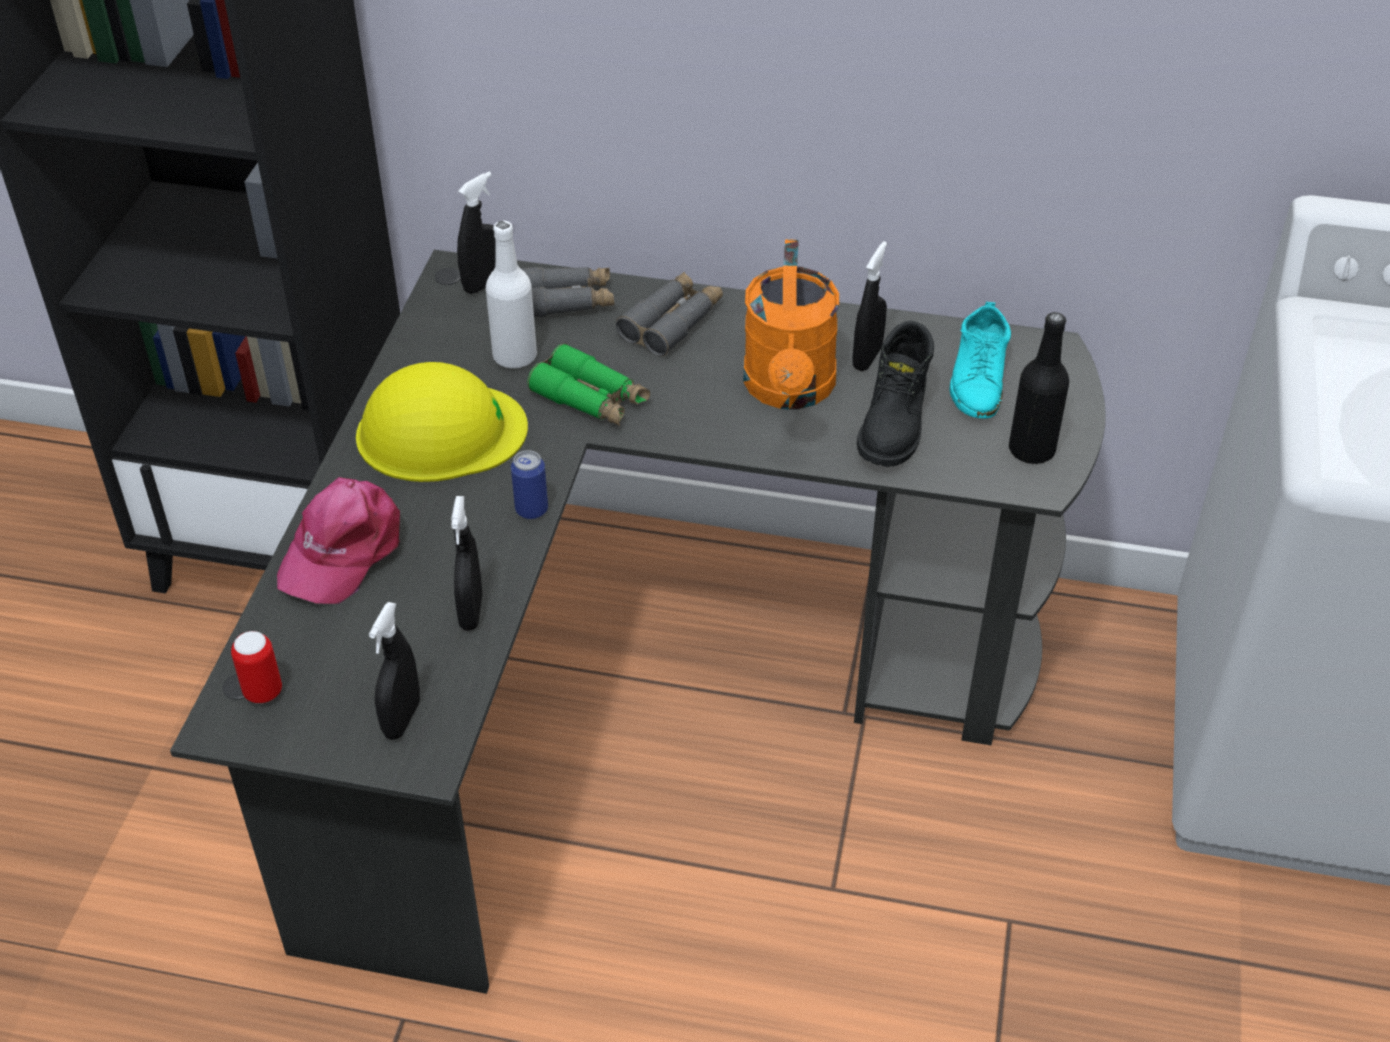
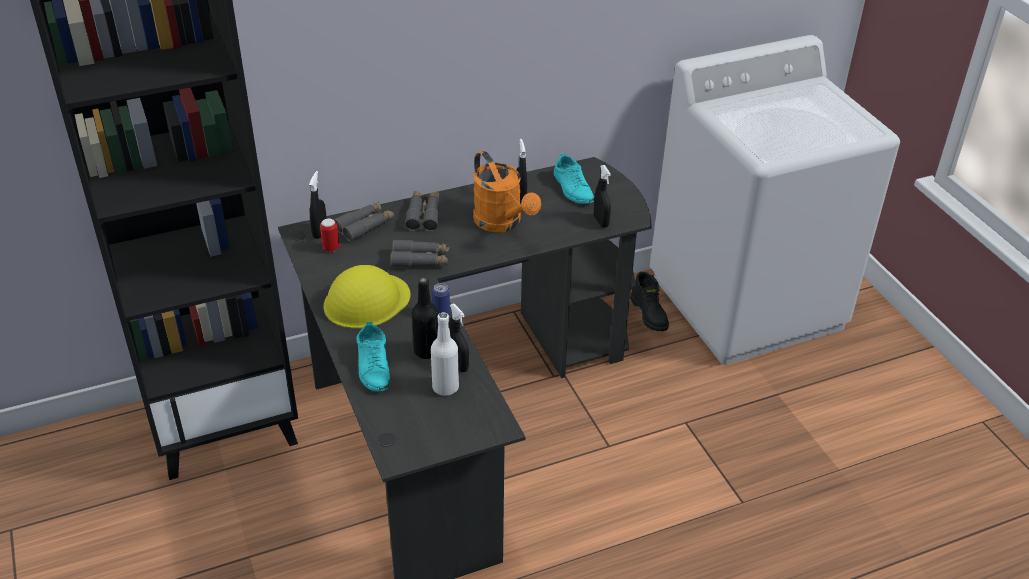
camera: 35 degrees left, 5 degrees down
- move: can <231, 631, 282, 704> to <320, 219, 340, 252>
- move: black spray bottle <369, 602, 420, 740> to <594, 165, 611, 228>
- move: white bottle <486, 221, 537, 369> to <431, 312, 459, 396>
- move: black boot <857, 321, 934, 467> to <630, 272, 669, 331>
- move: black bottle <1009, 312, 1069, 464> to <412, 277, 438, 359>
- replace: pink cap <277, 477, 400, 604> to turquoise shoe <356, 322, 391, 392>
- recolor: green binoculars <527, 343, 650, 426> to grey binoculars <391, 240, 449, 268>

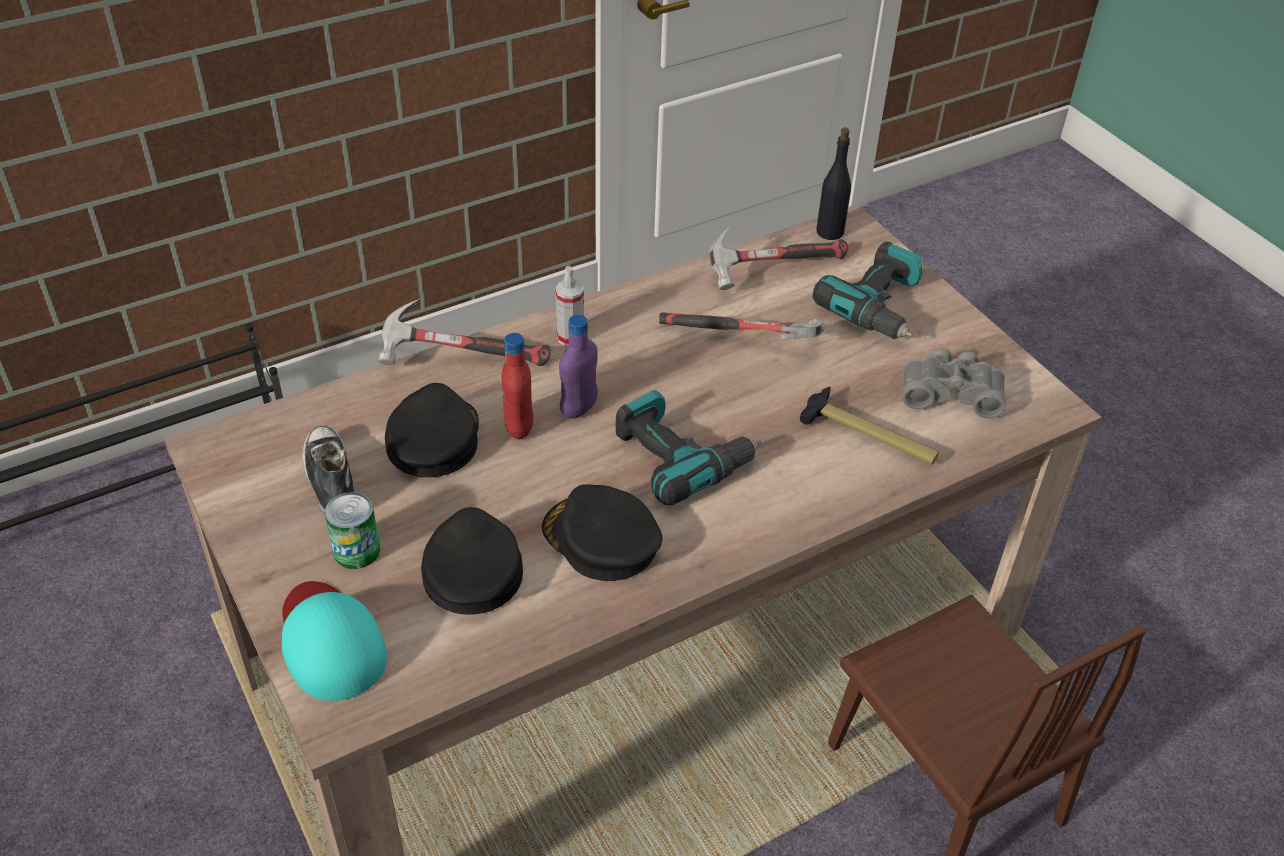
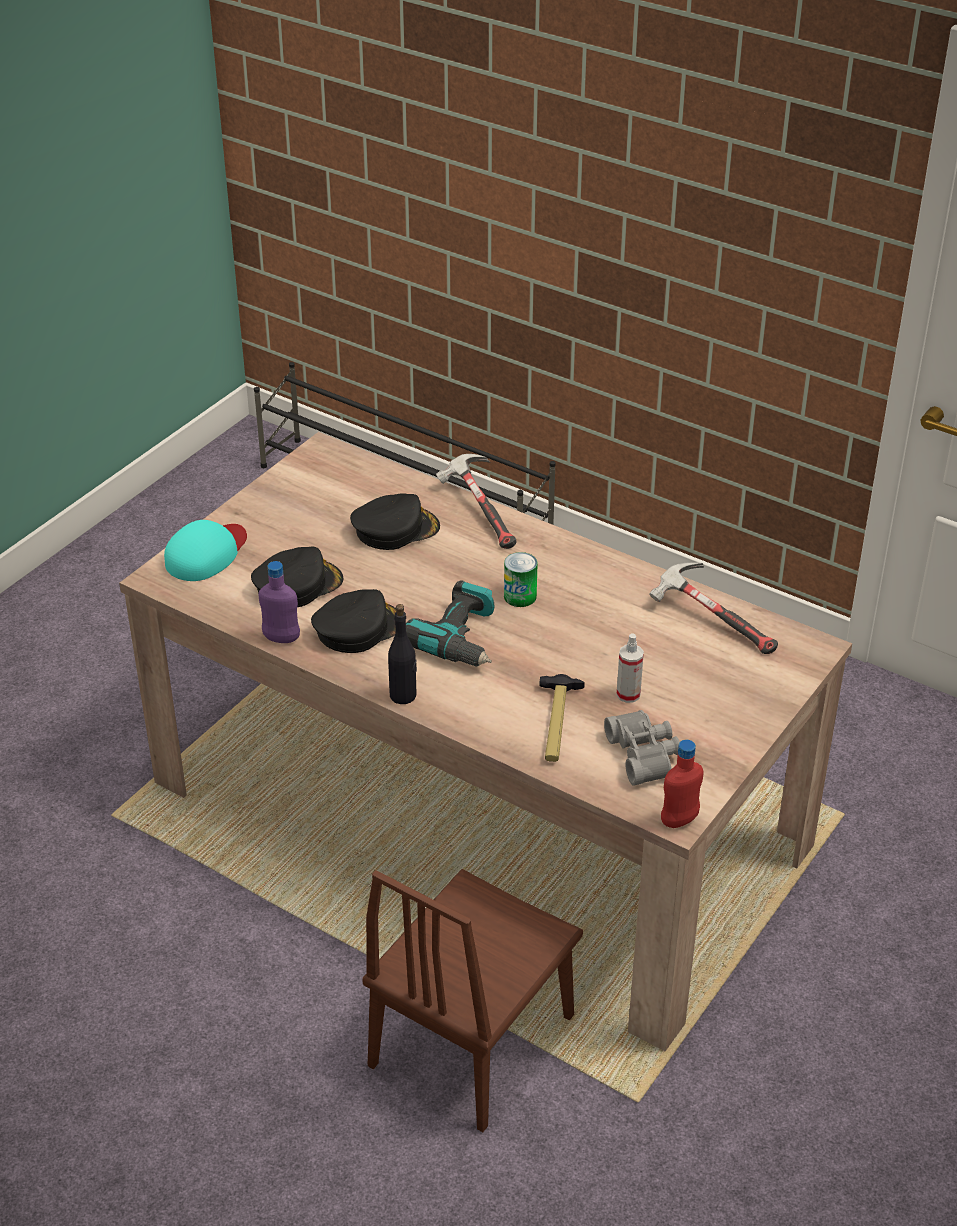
camera: 65 degrees right, 5 degrees down
- delete: shoe <302, 425, 354, 515>
- delete: hammer <659, 313, 825, 340>
- delete: power drill <813, 241, 922, 339>
- move: can <325, 492, 380, 569> to <504, 552, 538, 607>
- move: red bottle <502, 333, 533, 439> to <661, 740, 703, 828>
- move: spray bottle <556, 266, 584, 346> to <616, 634, 644, 703>
- move: purple bottle <559, 315, 598, 418> to <259, 561, 300, 643>
- move: black bottle <816, 127, 851, 240> to <388, 604, 417, 704>
- rotate: black cap <542, 484, 663, 581> = <311, 589, 396, 653> 45 degrees clockwise

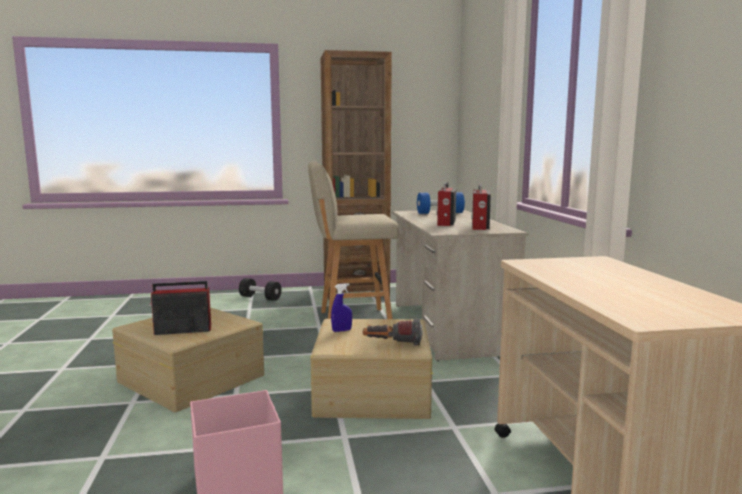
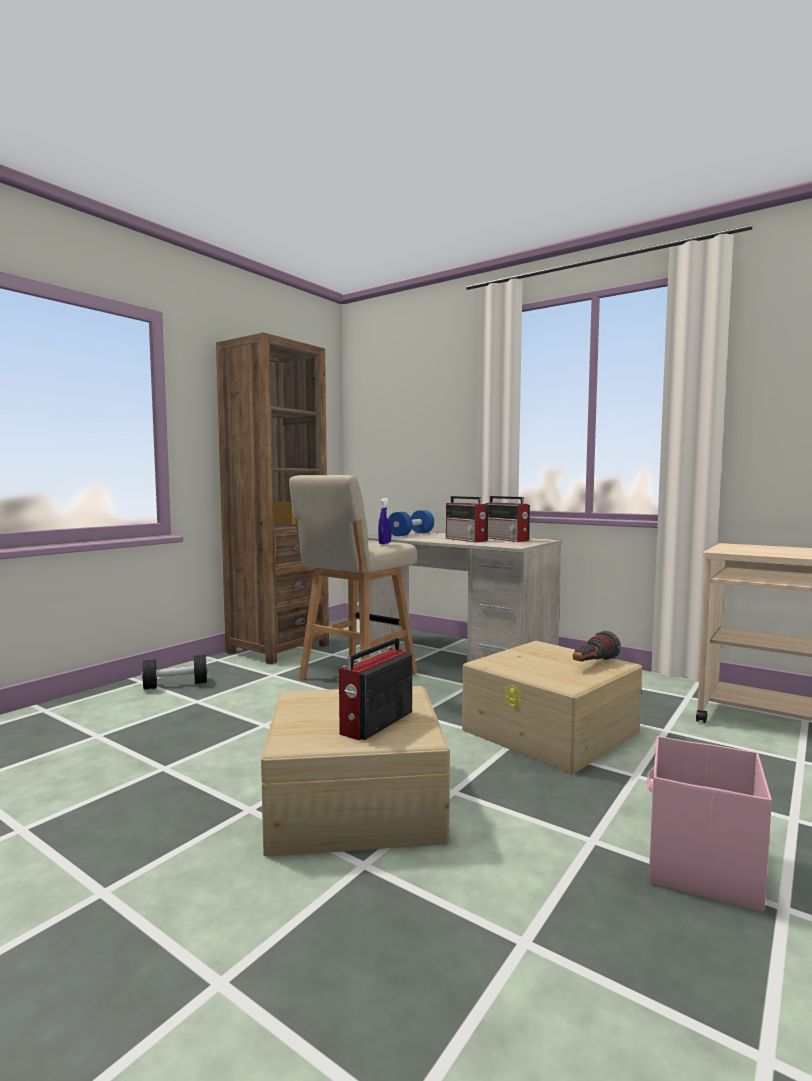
camera: 45 degrees left, 5 degrees down
- move: blue spray bottle <331, 283, 352, 332> to <378, 498, 392, 544>

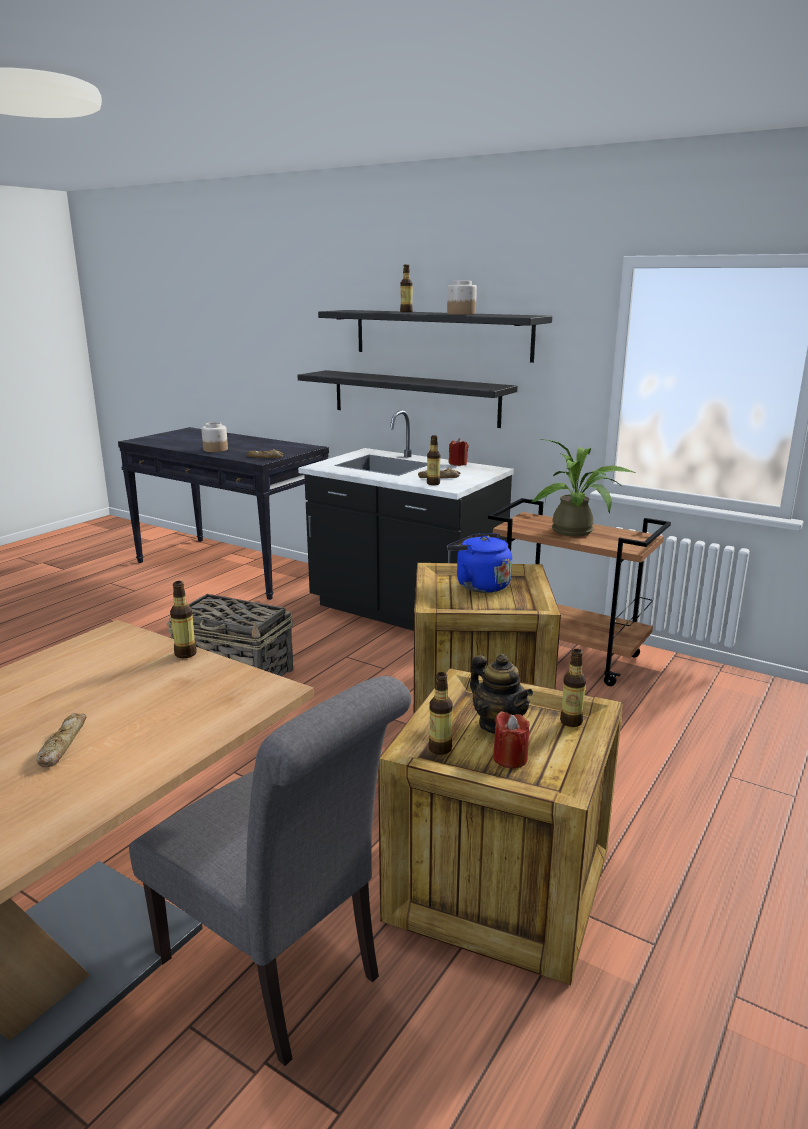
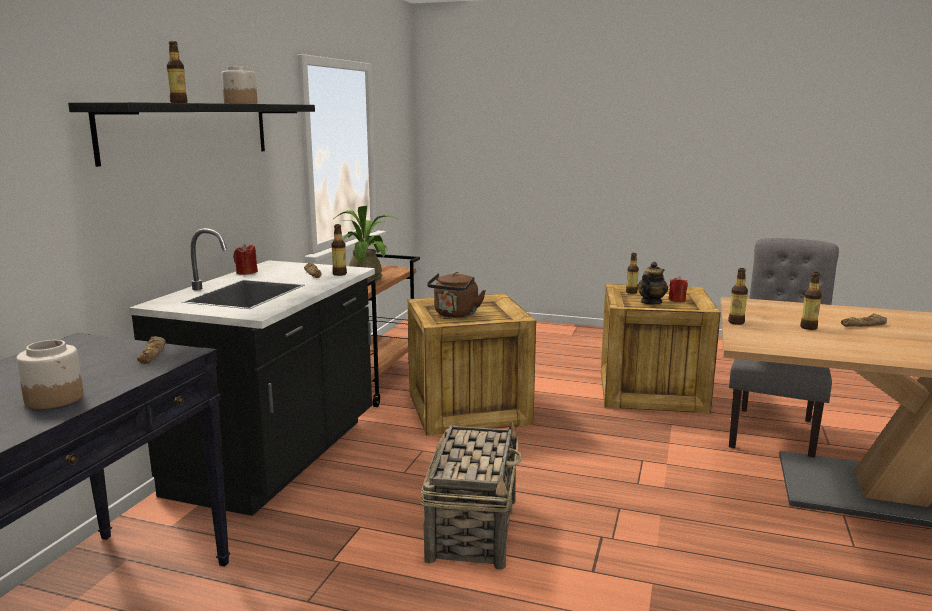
camera: 105 degrees left, 5 degrees down
- delete: black shelf <297, 370, 517, 428>
- move: bottle <429, 672, 453, 755> to <800, 272, 822, 330>
- recolor: blue kettle <447, 533, 512, 593> to brown kettle <427, 272, 486, 318>

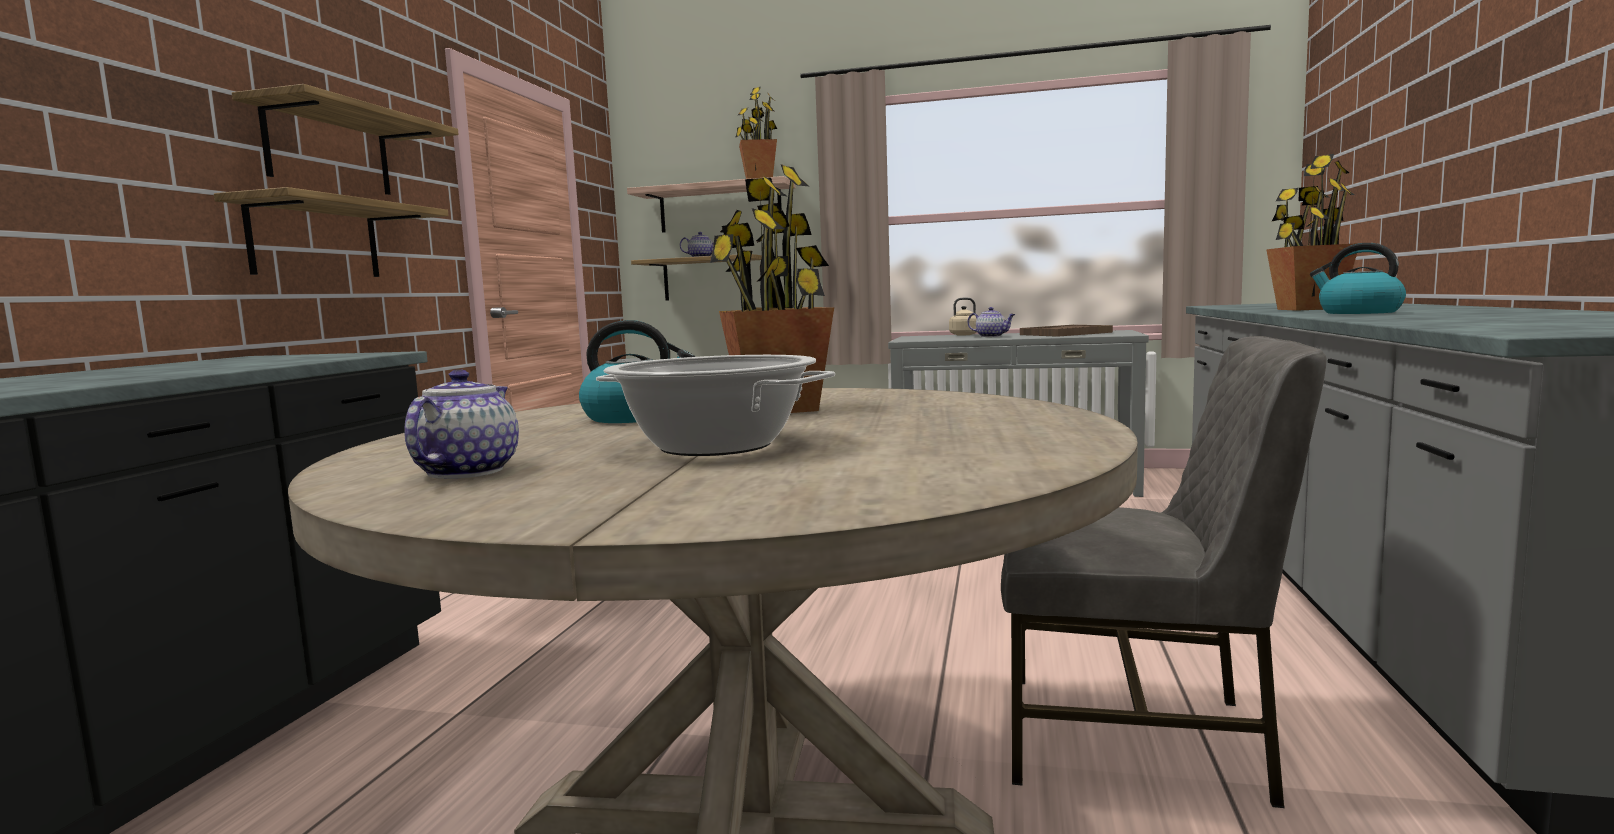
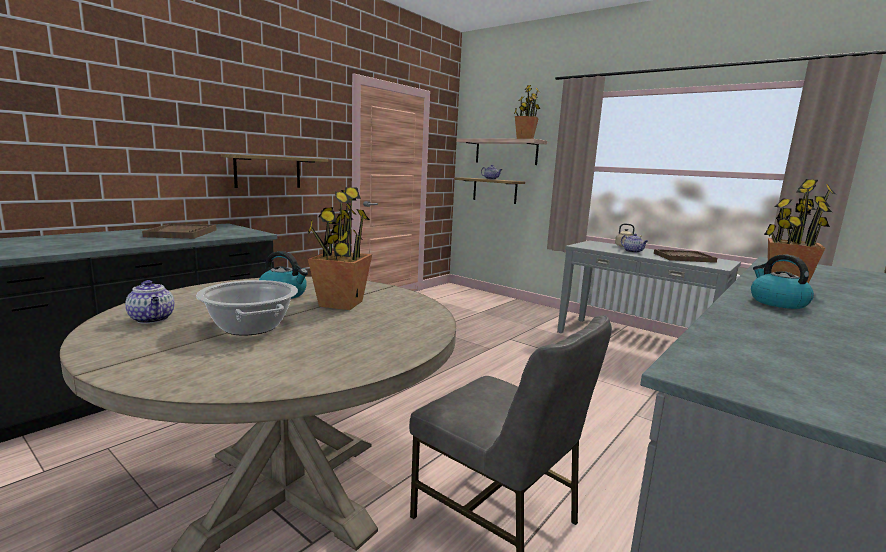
camera: 25 degrees right, 5 degrees up
- delete: shelf <232, 84, 459, 195>
- insert: brown tray <142, 223, 216, 239>
- rotate: teapot <404, 369, 519, 479> = <125, 280, 175, 324> 105 degrees clockwise

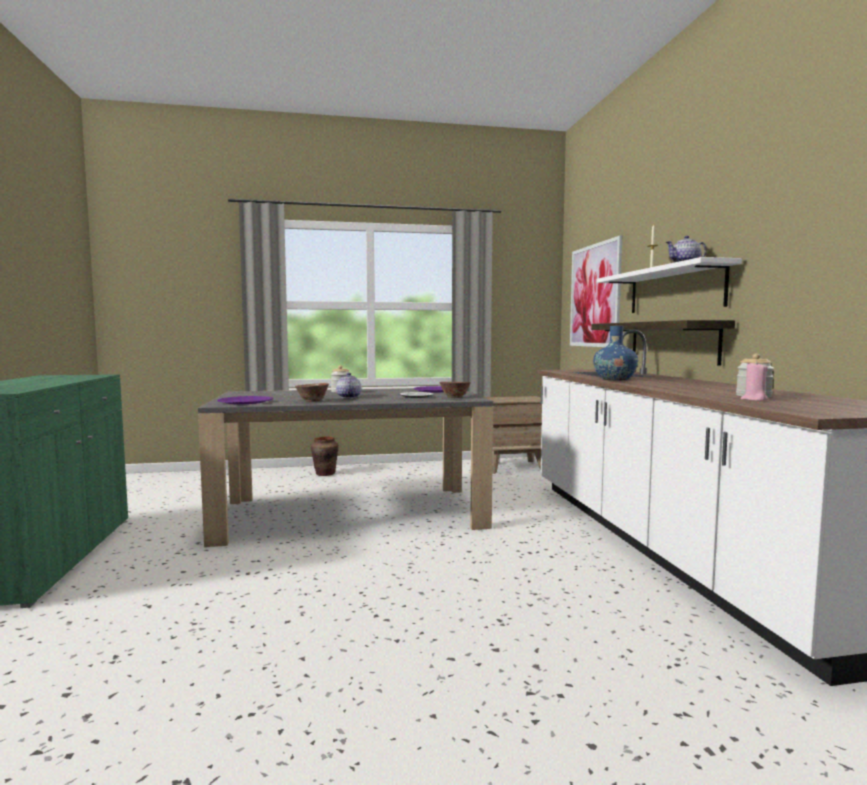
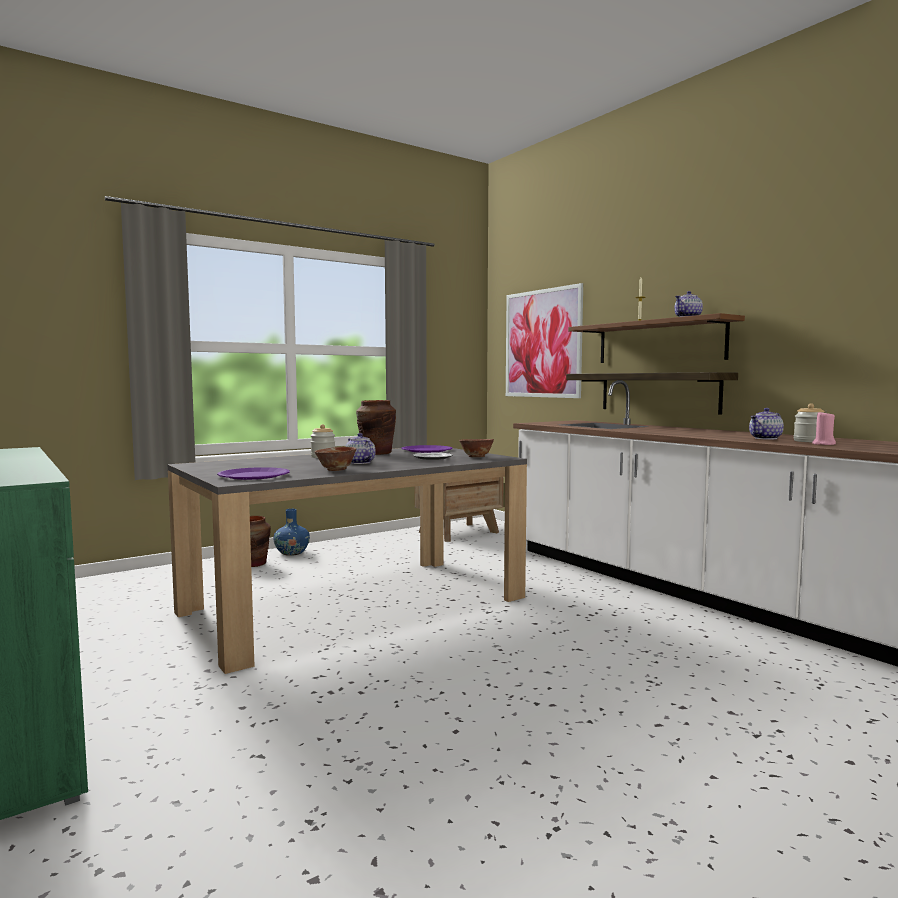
camera: 25 degrees left, 0 degrees up
- insert: brown vase <356, 400, 396, 455>
- insert: teapot <749, 408, 784, 440>
- move: blue vase <593, 326, 638, 381> to <274, 509, 310, 556>
- recolor: white shelf <596, 257, 742, 313> to brown shelf <568, 313, 745, 363>

